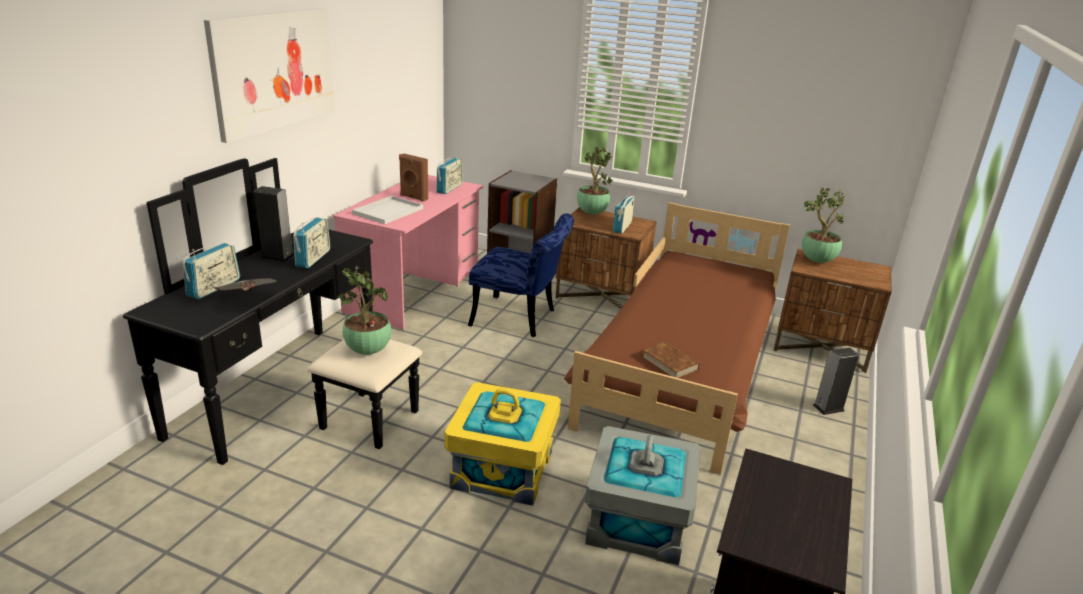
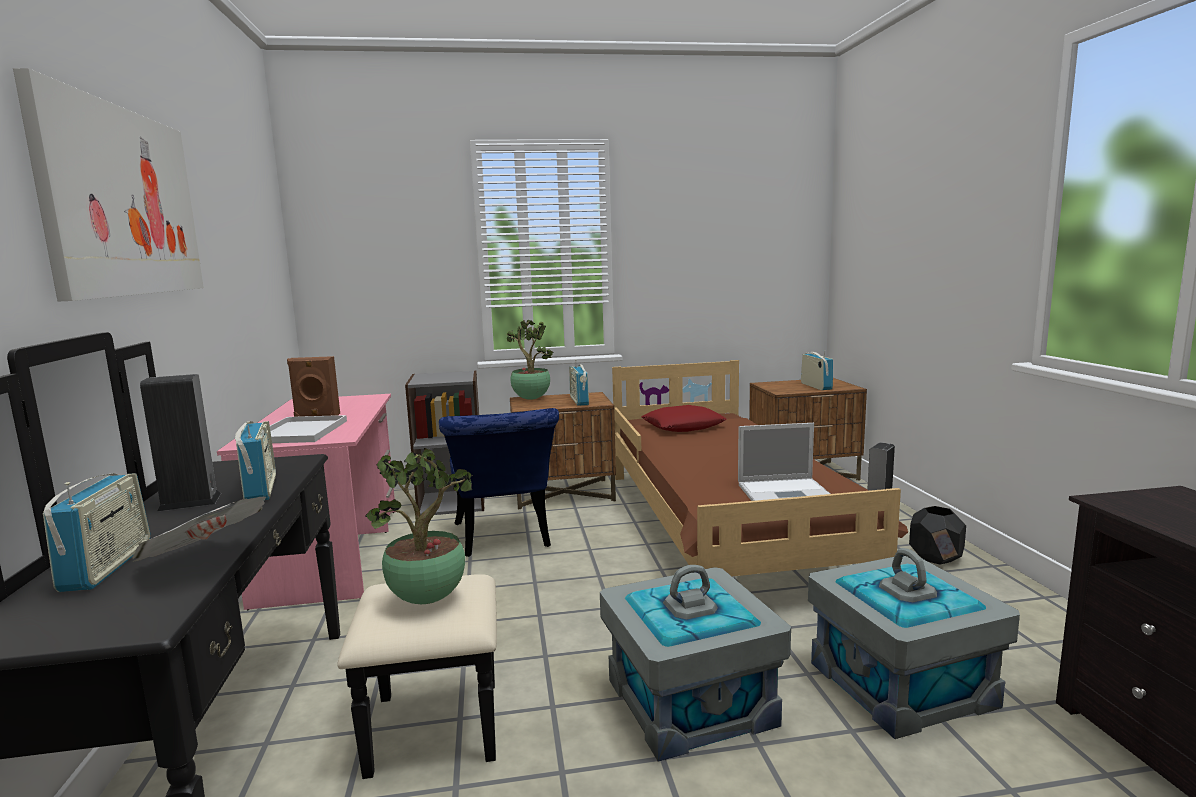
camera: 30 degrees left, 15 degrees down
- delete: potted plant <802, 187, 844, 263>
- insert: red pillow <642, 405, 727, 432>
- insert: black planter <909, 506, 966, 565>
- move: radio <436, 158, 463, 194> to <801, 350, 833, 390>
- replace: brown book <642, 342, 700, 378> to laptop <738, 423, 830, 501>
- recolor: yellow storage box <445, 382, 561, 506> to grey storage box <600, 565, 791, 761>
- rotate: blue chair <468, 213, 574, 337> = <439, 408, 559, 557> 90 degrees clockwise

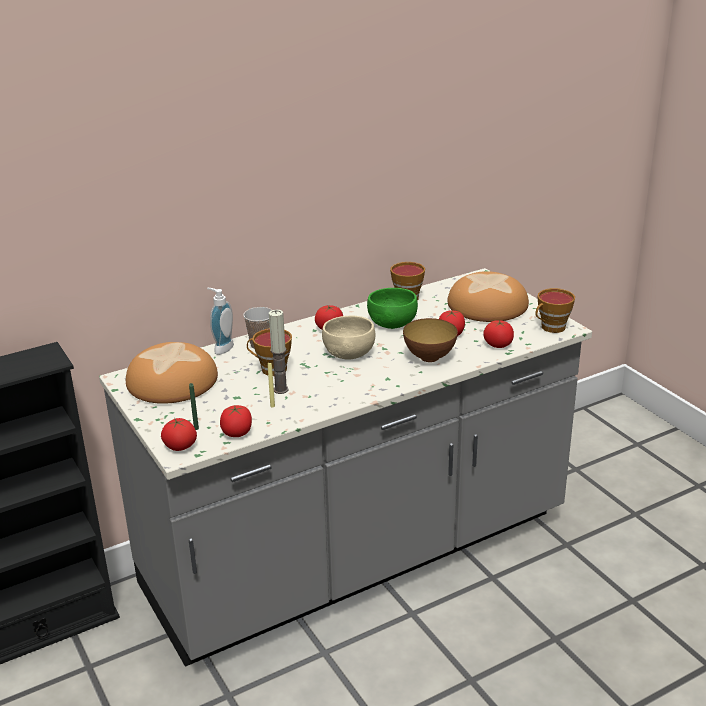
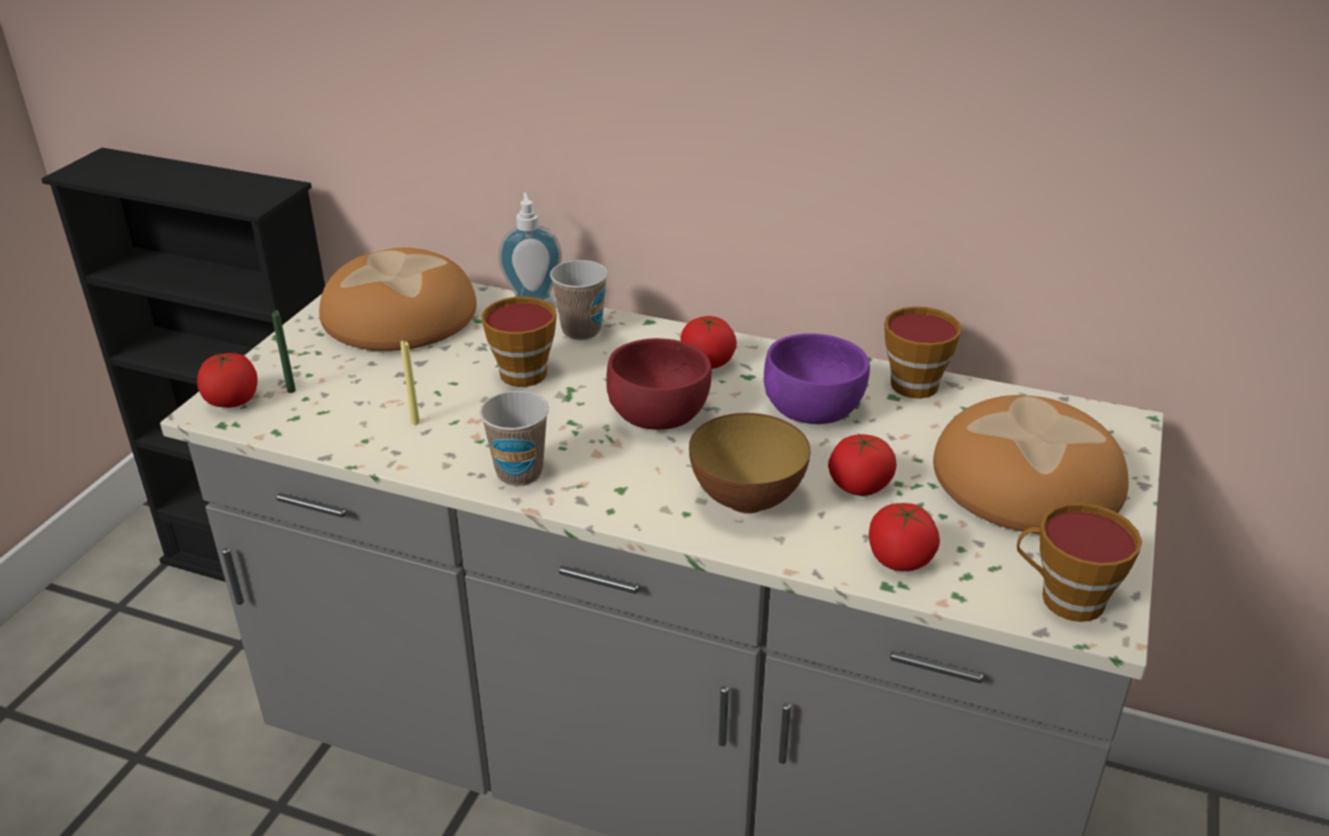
camera: 50 degrees right, 5 degrees up
- delete: tomato <220, 405, 252, 437>
- delete: candle <269, 310, 289, 394>
- insert: cup <479, 391, 549, 486>
- recolor: beige bowl <322, 316, 375, 360> to red bowl <606, 338, 712, 430>
- recolor: green bowl <367, 288, 418, 329> to purple bowl <764, 333, 870, 424>

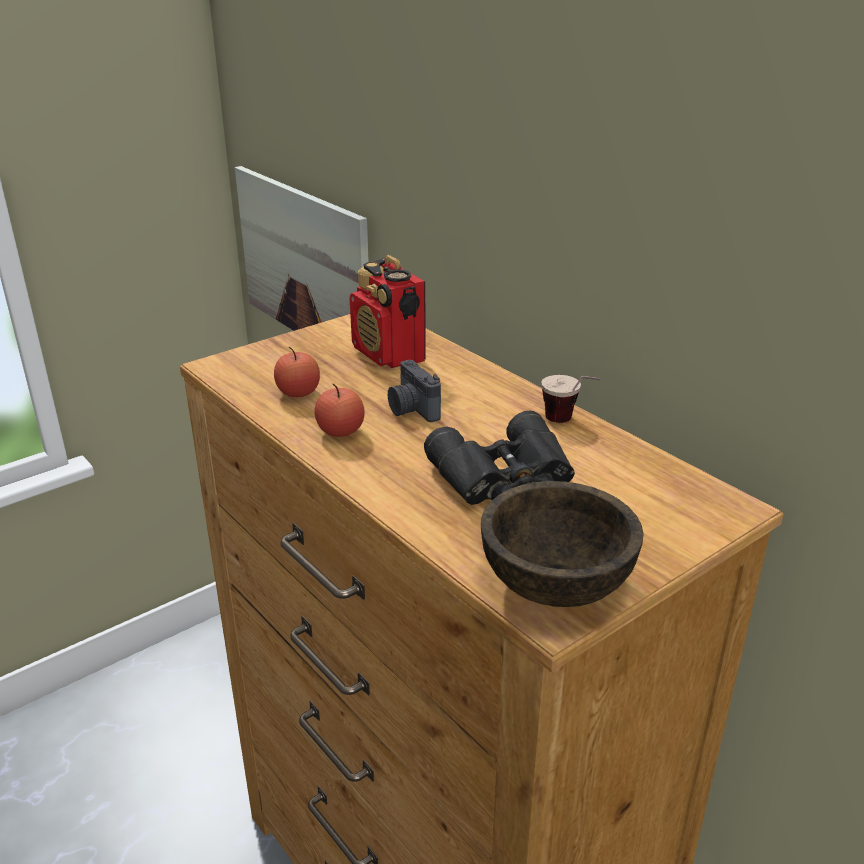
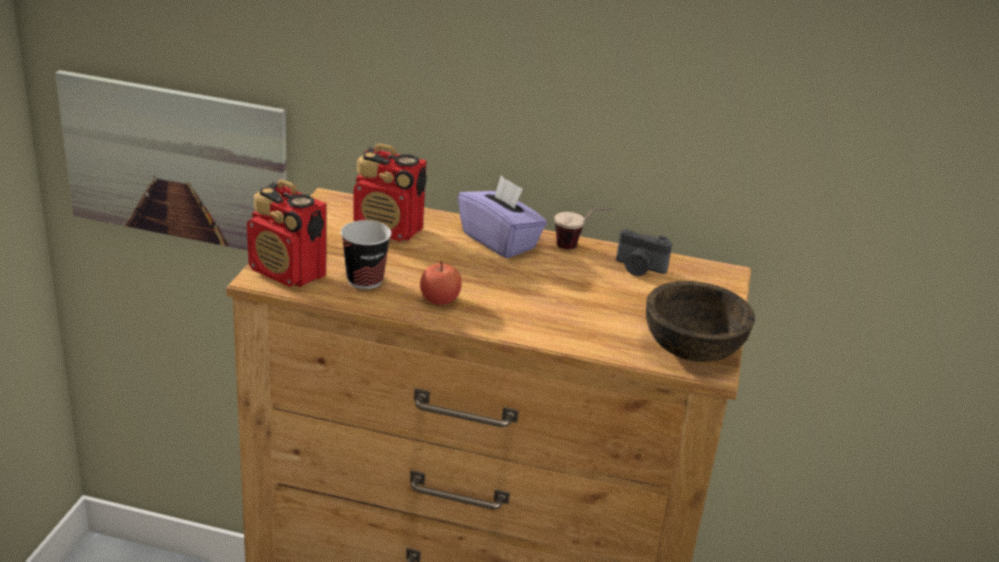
camera: 40 degrees left, 0 degrees up
- delete: black binoculars <424, 411, 575, 505>
- insert: radio <247, 179, 327, 287>
- insert: purple tissue box <458, 176, 547, 259>
- move: photo camera <388, 360, 441, 422> to <616, 229, 672, 276>
- replace: apple <274, 347, 320, 397> to cup <341, 220, 392, 289>

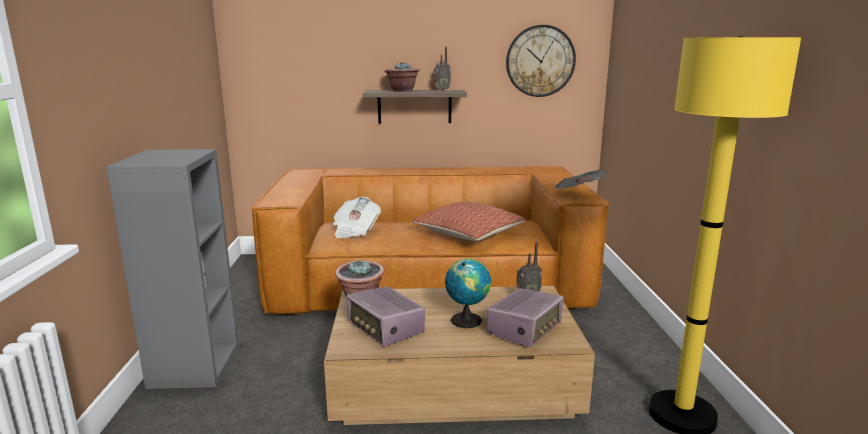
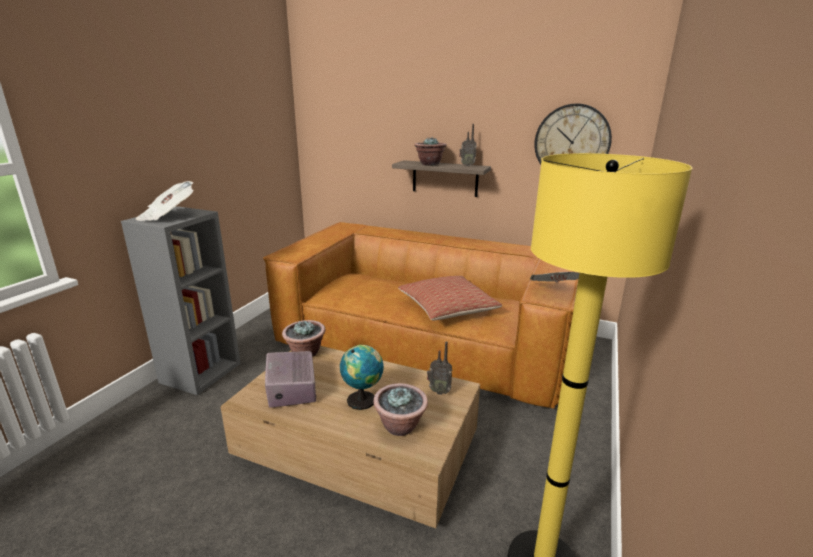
camera: 25 degrees right, 5 degrees up
- move: newspaper <333, 197, 381, 238> to <136, 181, 193, 221>
- replace: radio <487, 288, 564, 347> to potted plant <373, 383, 428, 436>

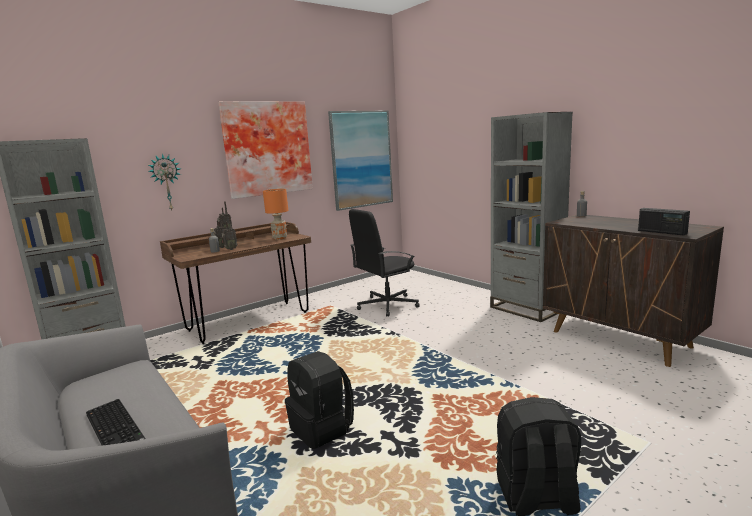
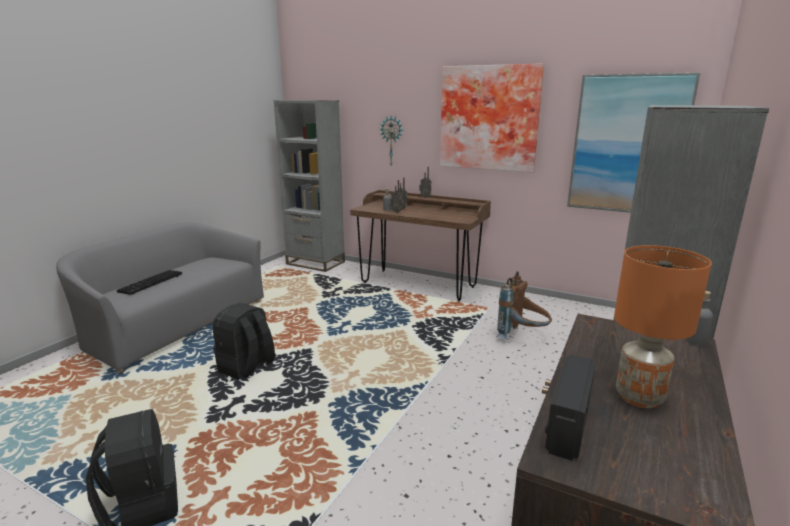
camera: 65 degrees right, 5 degrees up
- move: orange table lamp <263, 189, 288, 240> to <614, 245, 712, 408>
- replace: black office chair <349, 209, 420, 317> to brown backpack <496, 271, 552, 340>

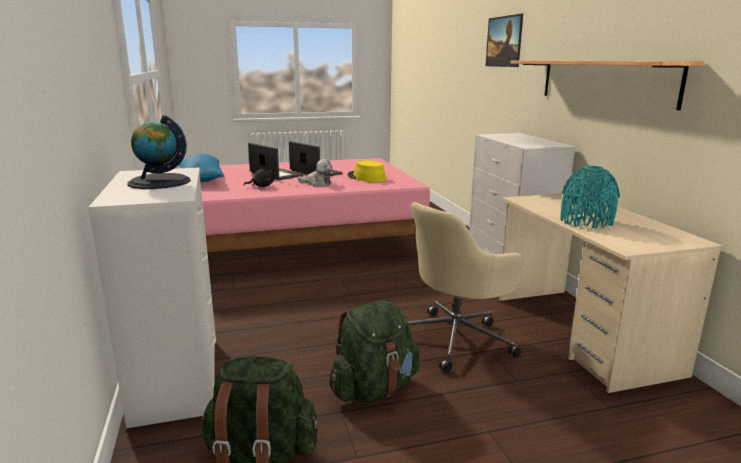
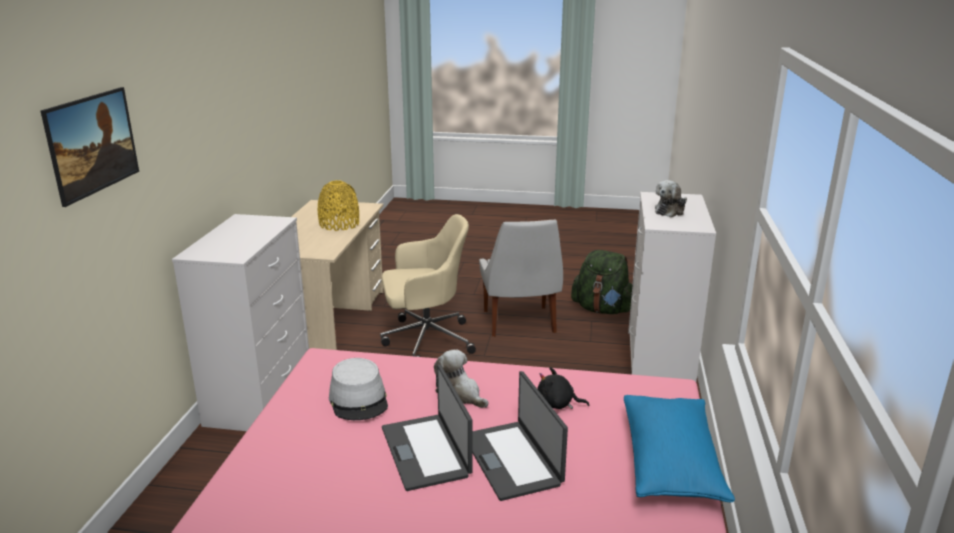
camera: 155 degrees left, 5 degrees up
- delete: shelf <511, 60, 705, 110>
- replace: globe <127, 115, 191, 189> to plush toy <655, 180, 687, 217>
- replace: green backpack <329, 301, 419, 402> to white chair <479, 220, 563, 337>
- recolor: yellow hat <348, 160, 386, 182> to grey hat <329, 358, 388, 420>
- recolor: turquoise vase <560, 166, 620, 228> to yellow vase <318, 180, 359, 231>

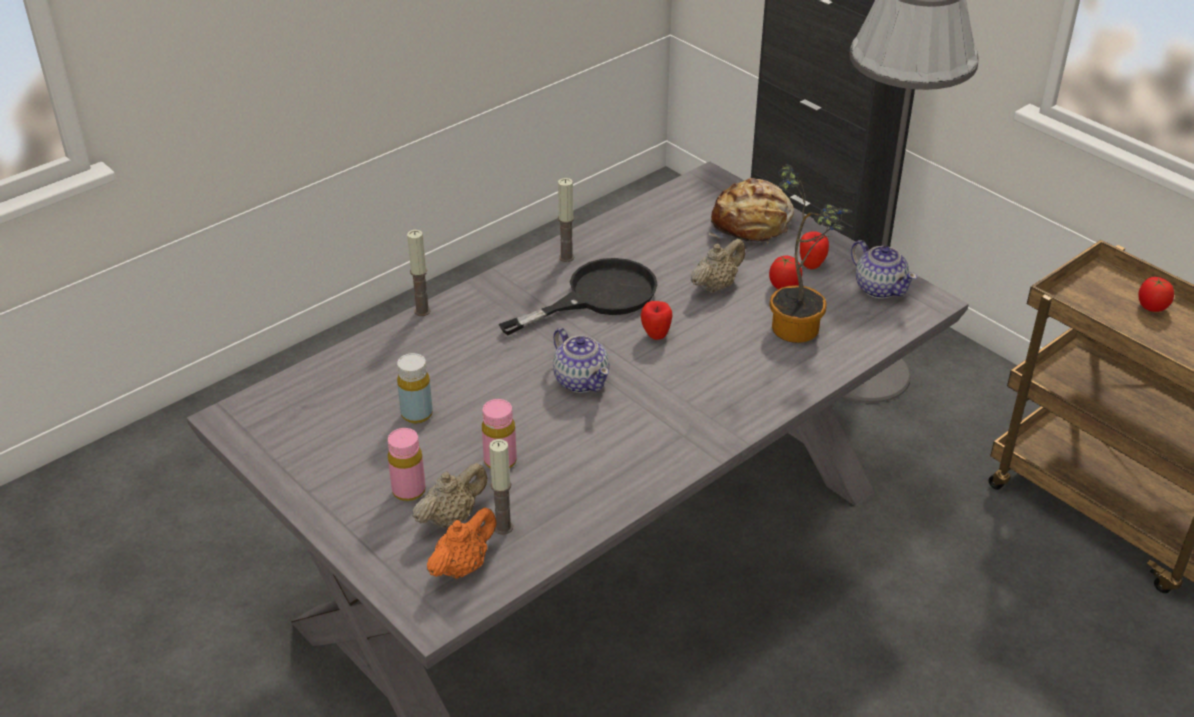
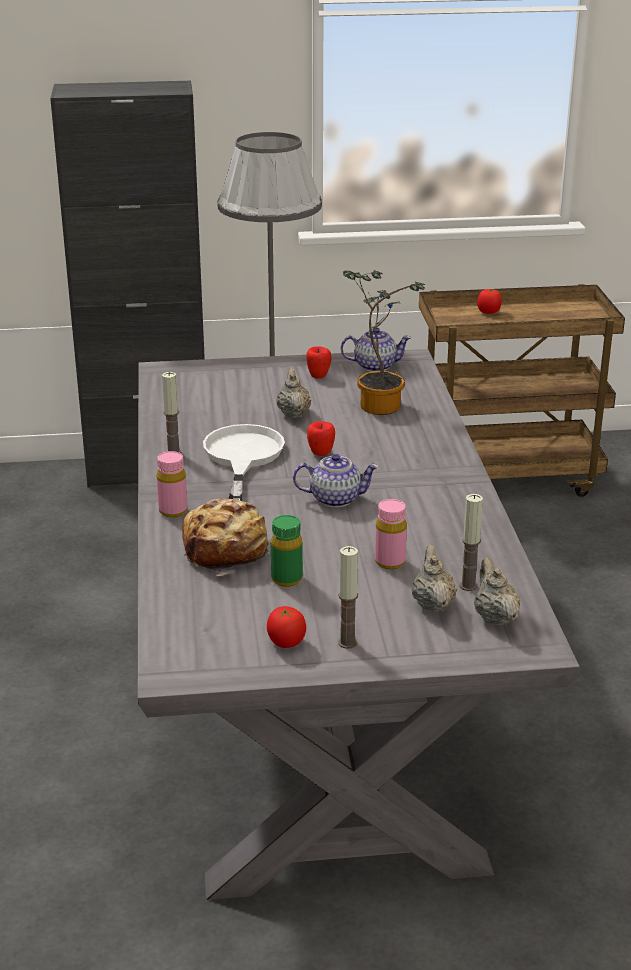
camera: 55 degrees left, 10 degrees down
- move: pink bottle <388, 428, 426, 501> to <157, 451, 188, 518>
- move: candle <407, 230, 431, 316> to <338, 546, 358, 649>
- move: bread <709, 178, 794, 243> to <182, 498, 270, 576>
- move: tomato <769, 255, 802, 289> to <267, 606, 306, 648>
- recolor: yellow bottle <397, 353, 433, 424> to green bottle <271, 515, 303, 587>
- recolor: orange teapot <427, 507, 497, 579> to beige teapot <474, 557, 520, 626>
- recolor: black frying pan <498, 258, 658, 335> to white frying pan <203, 424, 285, 501>

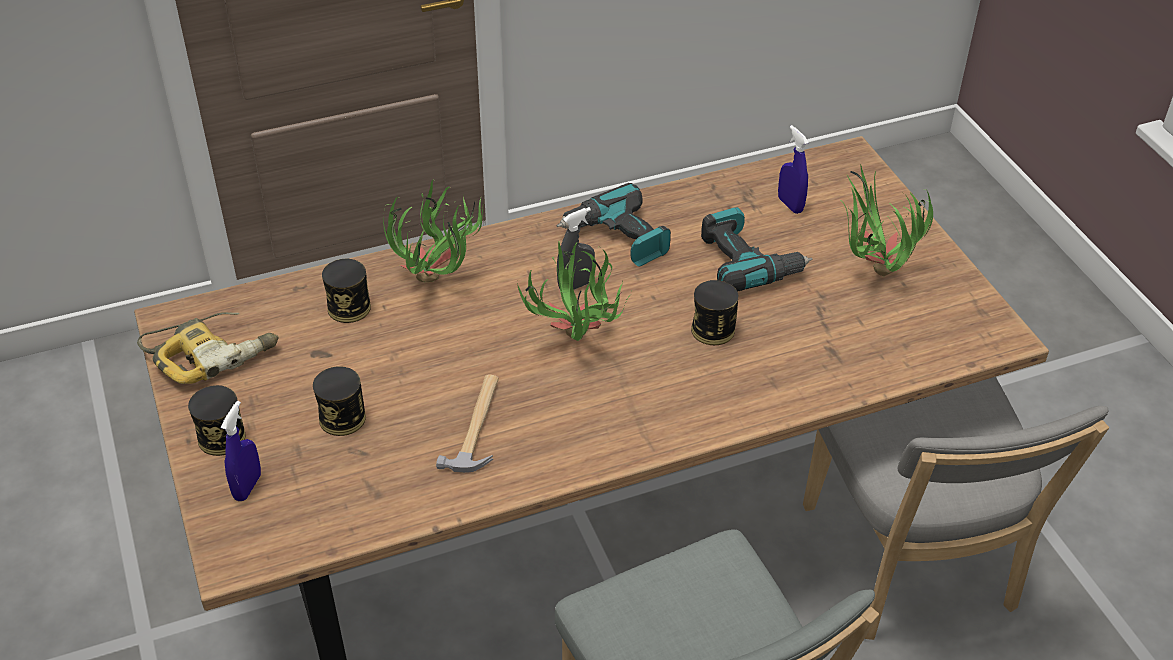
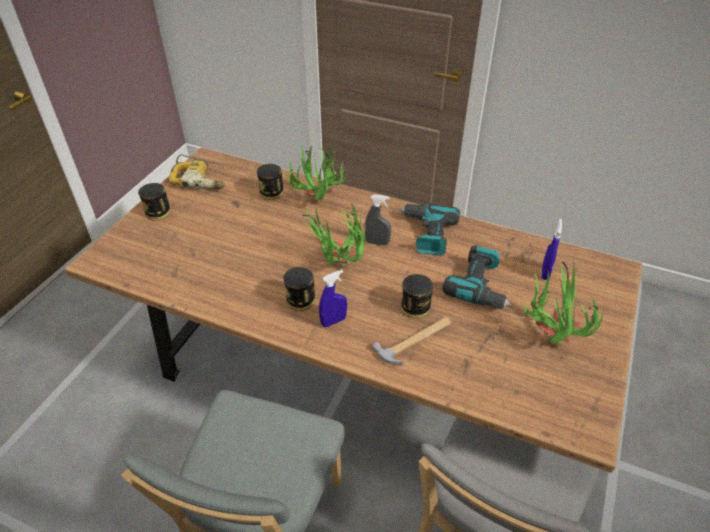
camera: 45 degrees right, 0 degrees up
- move: blue spray bottle <221, 401, 261, 501> to <319, 270, 347, 327>
- move: can <313, 366, 366, 436> to <283, 267, 315, 311>
- move: hammer <436, 375, 499, 473> to <372, 317, 451, 365>

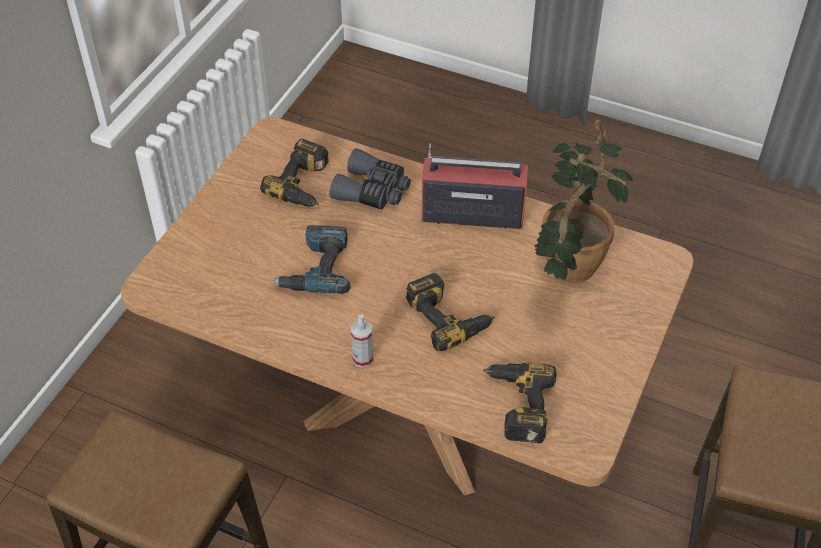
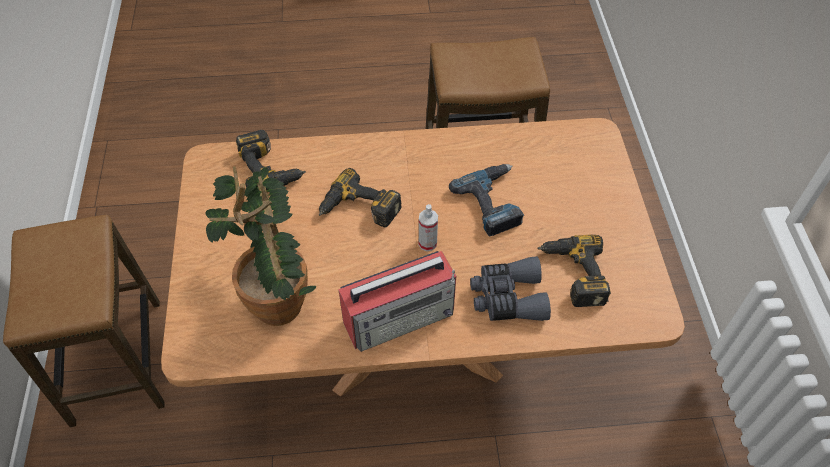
camera: 150 degrees right, 5 degrees up
- move: spray bottle <351, 314, 373, 368> to <419, 204, 438, 251>

